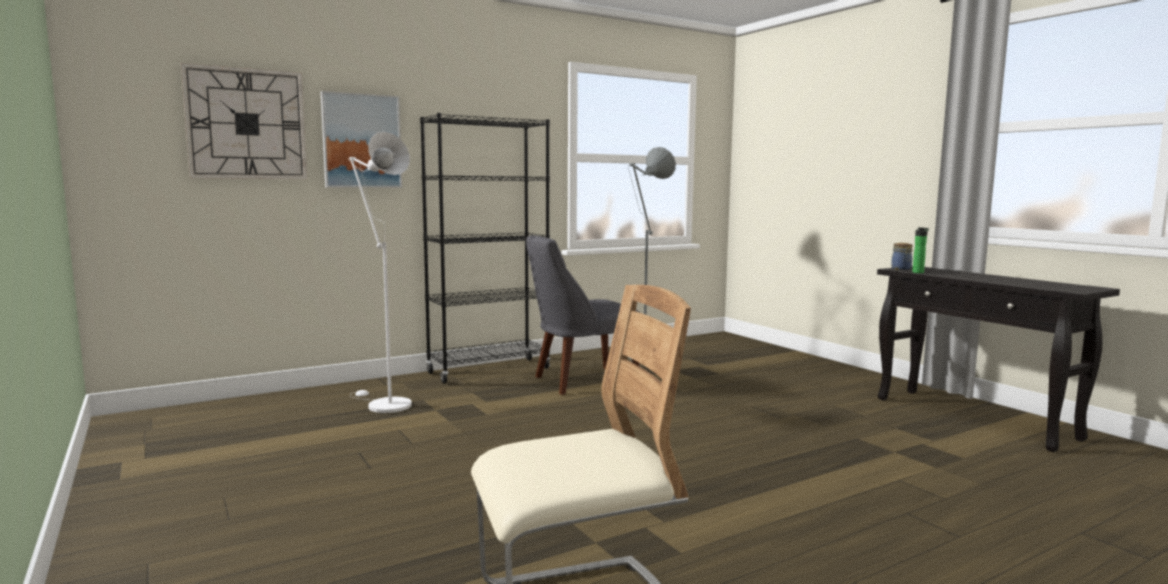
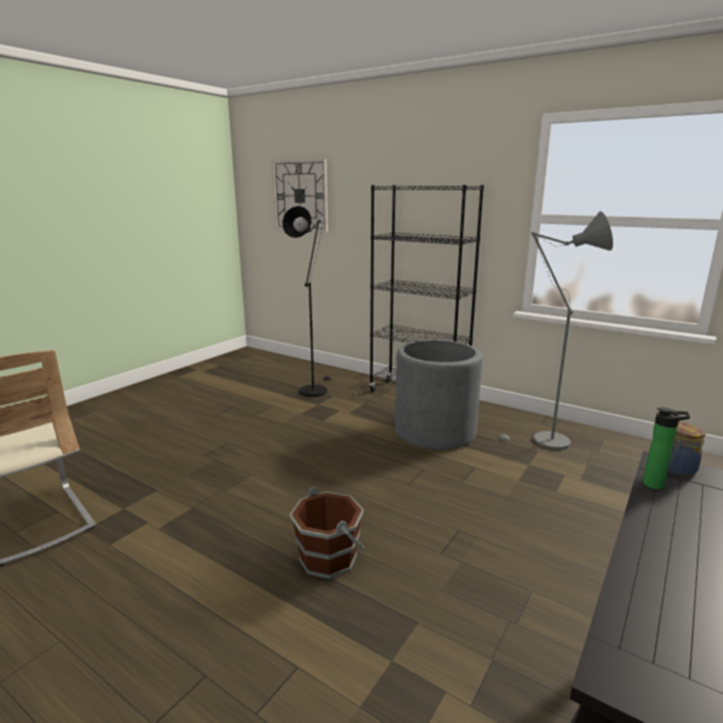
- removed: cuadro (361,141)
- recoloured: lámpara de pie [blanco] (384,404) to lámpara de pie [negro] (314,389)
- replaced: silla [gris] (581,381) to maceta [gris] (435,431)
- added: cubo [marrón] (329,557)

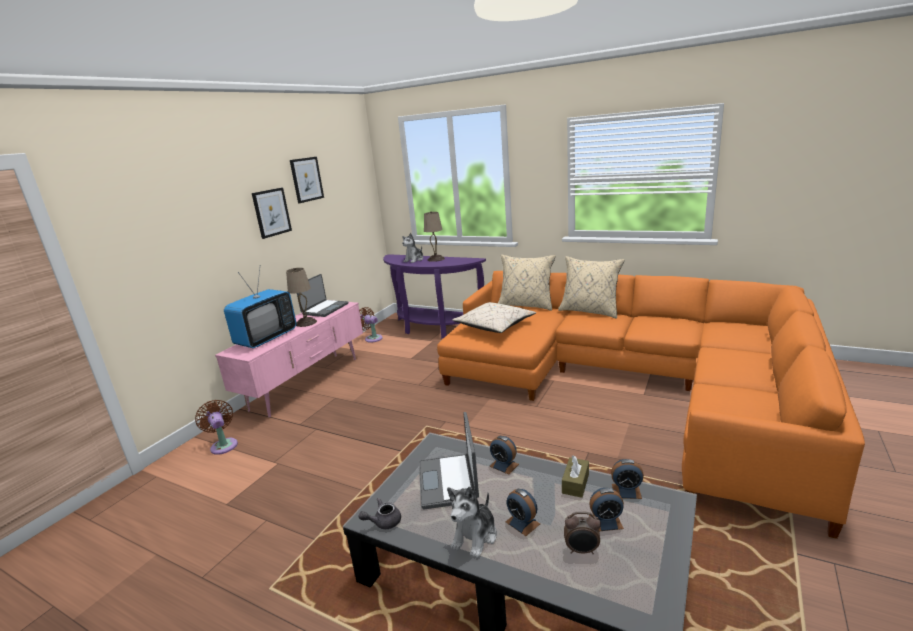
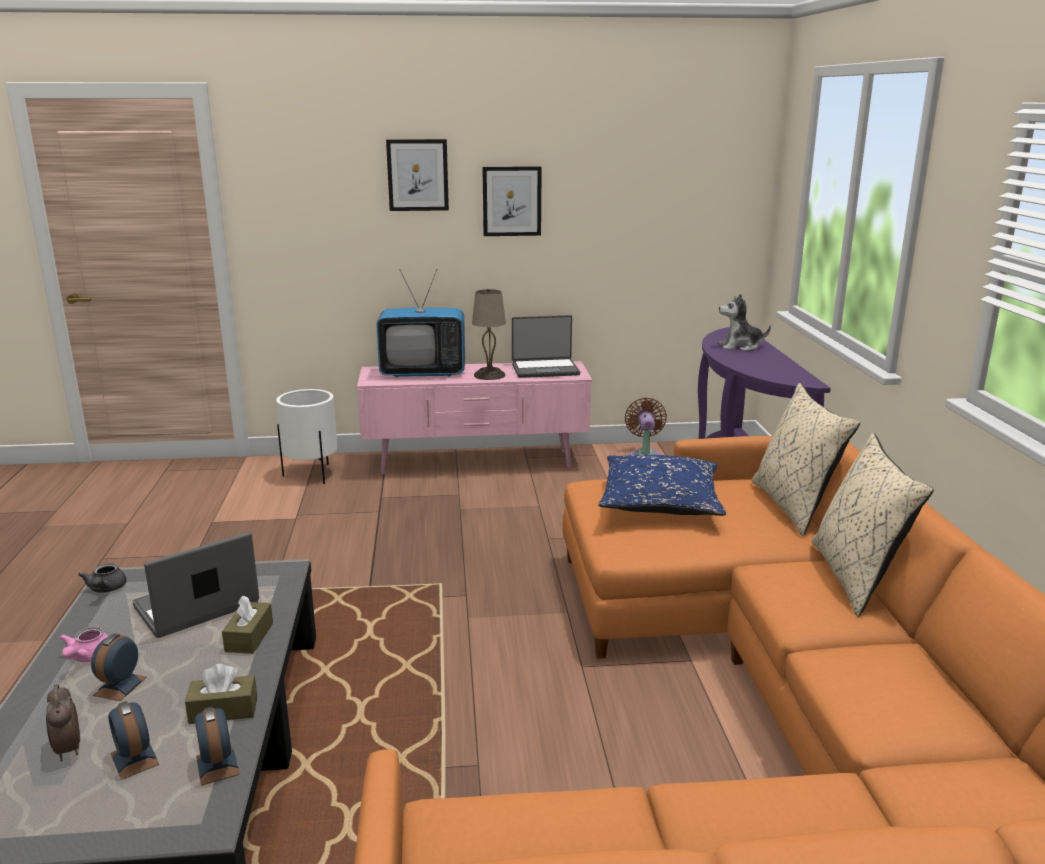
- replaced: ventilador [marrón] (223,445) to maceta [blanco] (311,474)
- moved: cuadro (306,179) to (417,175)
- turned: tetera [gris] (383,522) = (106,589) 135 degrees counterclockwise
- removed: lámpara de mesa [beis] (436,259)
- replaced: peluche (475,536) to tetera [rosa] (87,657)
- recoloured: cojín [beis] (494,326) to cojín [azul] (660,502)
- replaced: despertador (504,465) to caja de pañuelos [marrón] (249,637)

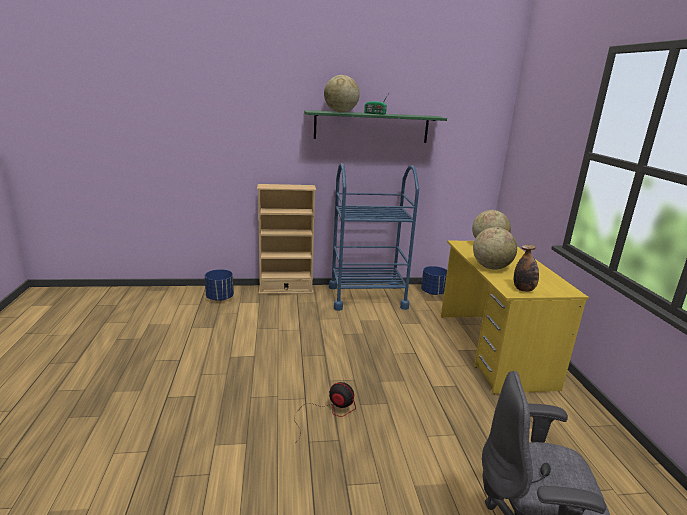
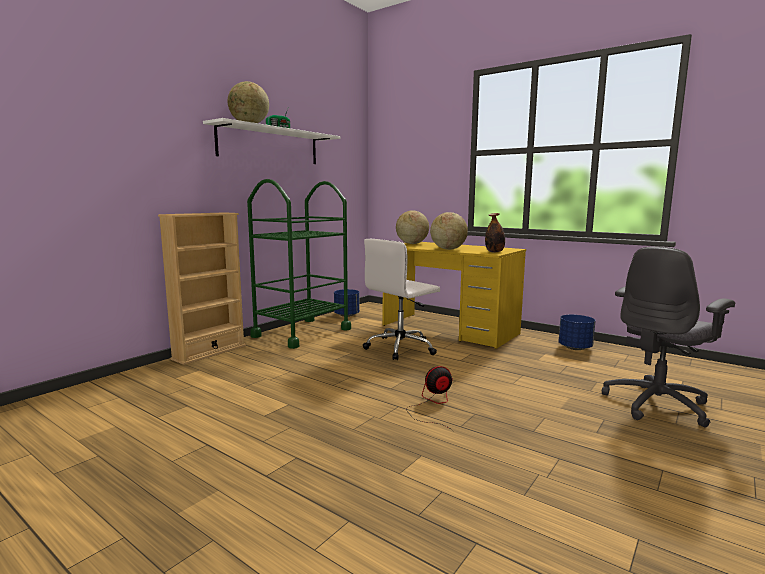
- moved: maceta [azul] (220,298) to (575,348)
- recoloured: estante [verde] (371,127) to estante [blanco] (270,145)
- recoloured: carrito [azul] (367,297) to carrito [verde] (302,333)
- added: silla de oficina [blanco] (401,348)

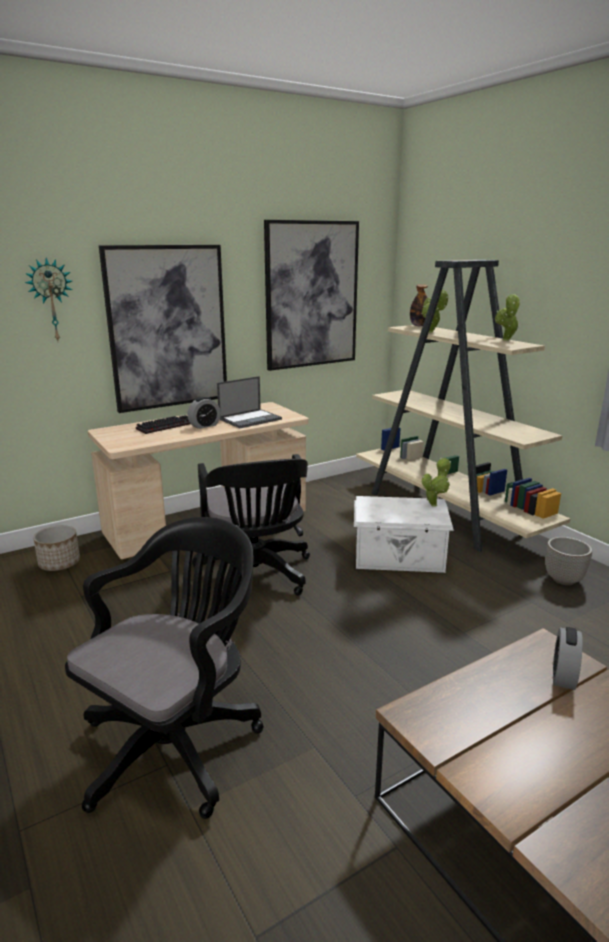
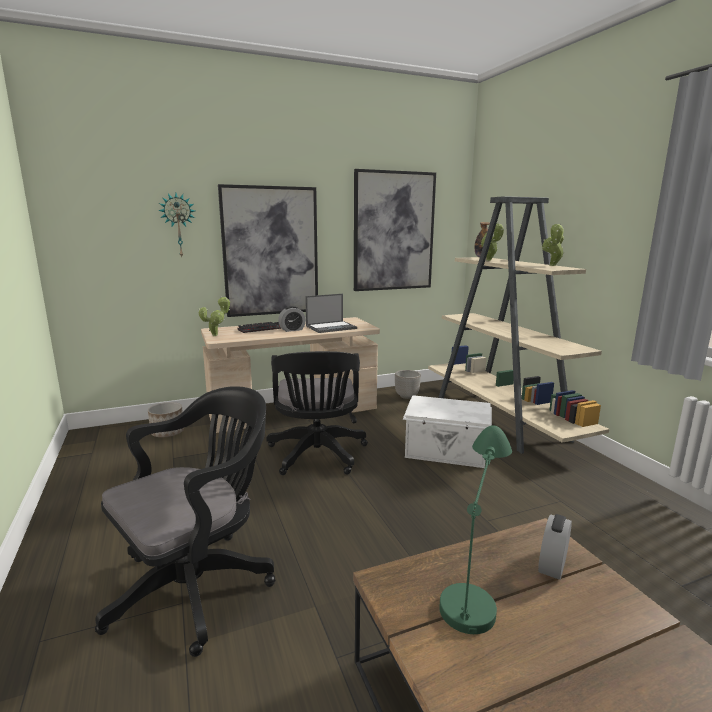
- moved: planta en maceta (434,504) to (217,335)
- moved: maceta (563,579) to (407,396)
- added: lámpara de mesa [verde] (474,577)

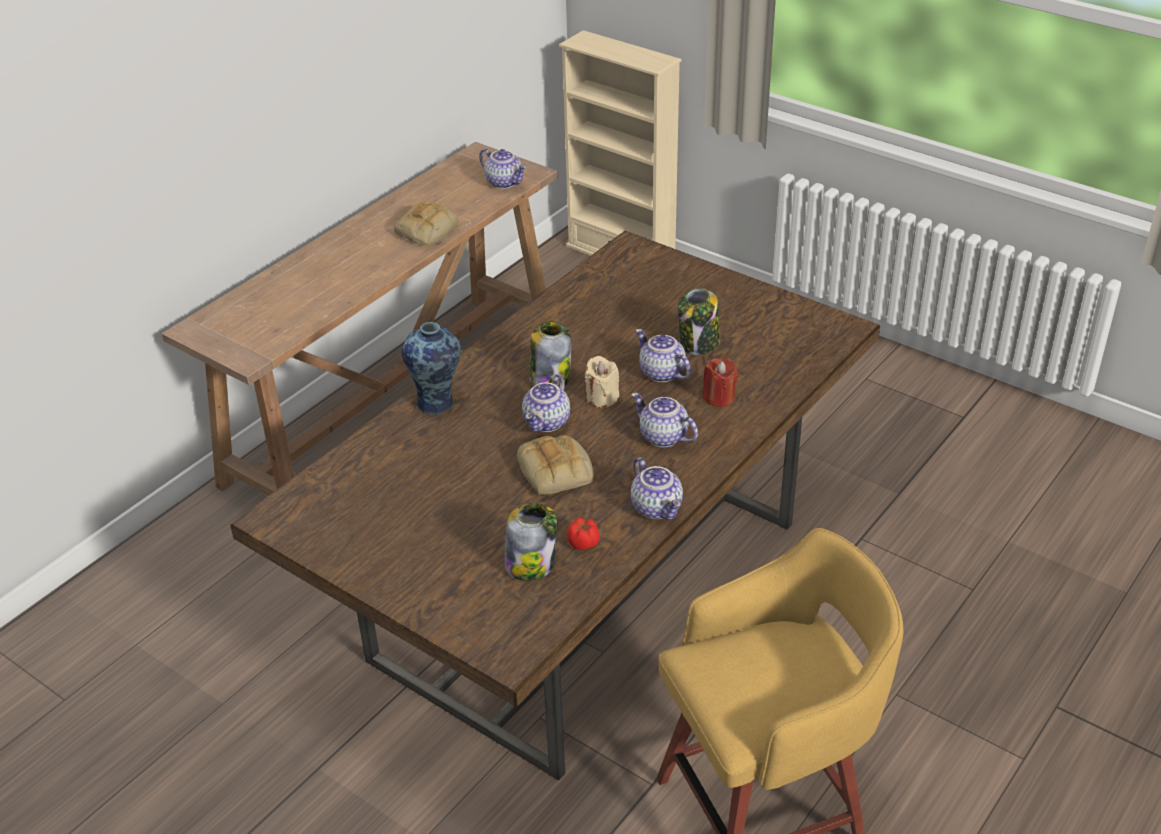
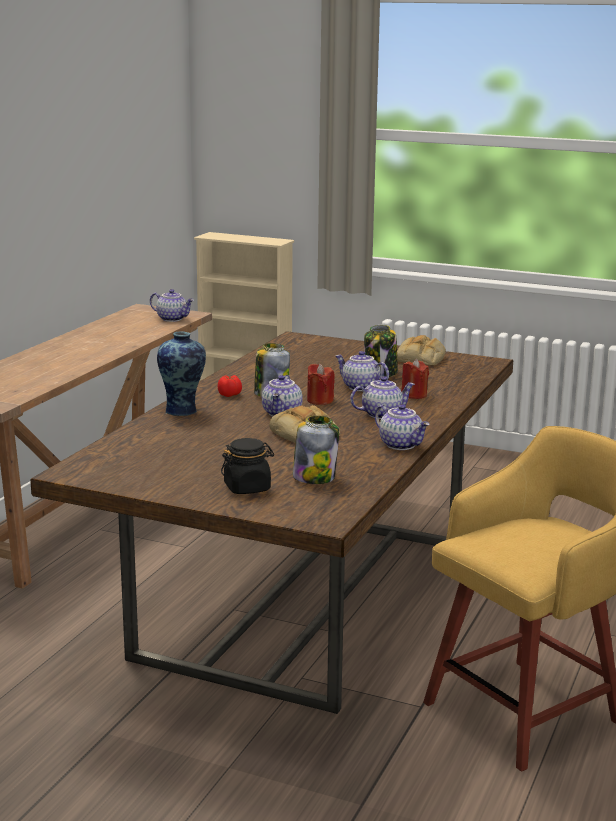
- moved: pan (427,230) to (421,359)
- moved: tomate (584,543) to (230,395)
- recoloured: vela [beis] (602,398) to vela [rojo] (320,400)
- turned: tetera (662,437) = (382,414) 135 degrees clockwise
- added: tarro [negro] (247,488)

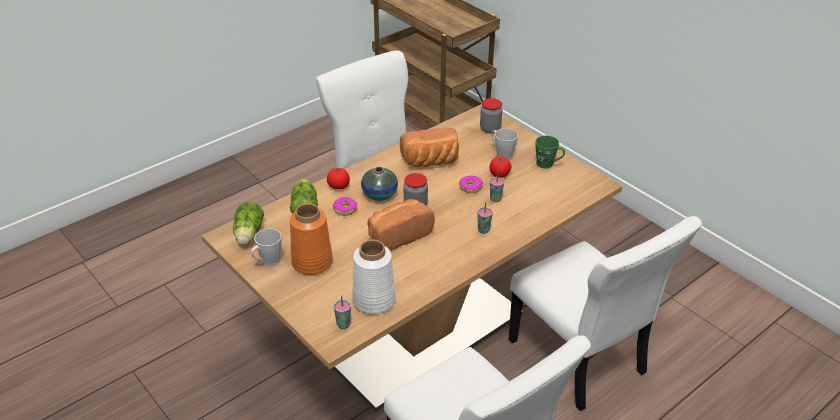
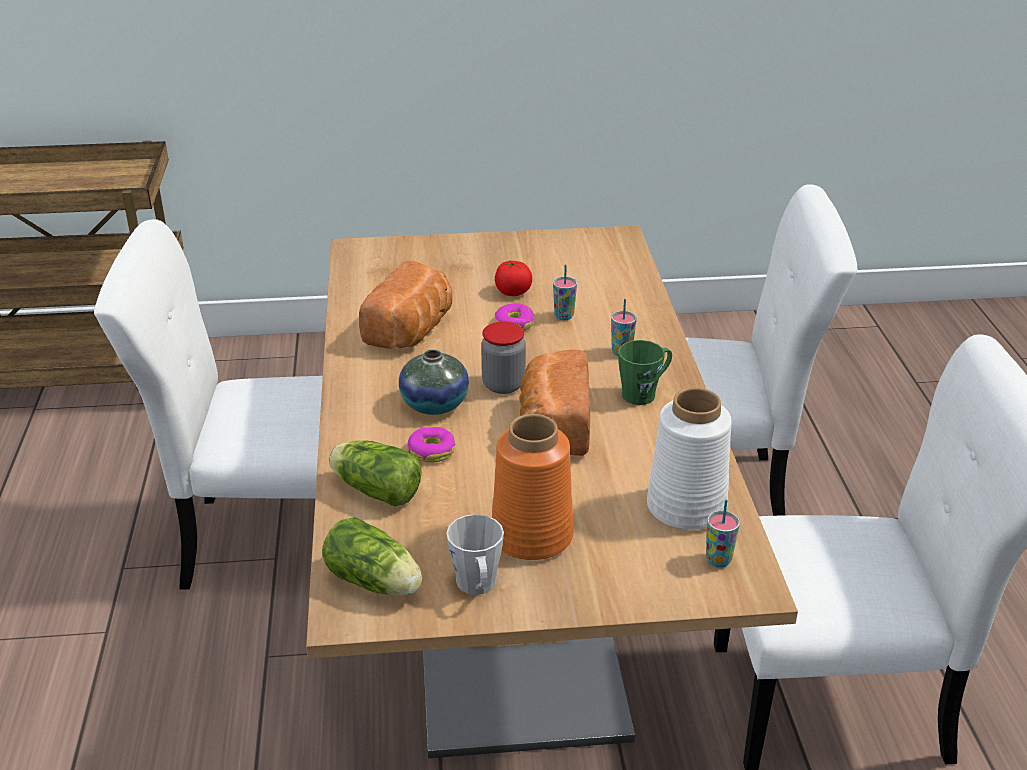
- removed: tomate (338,186)
- removed: tarro (490,129)
- removed: taza grande [gris] (502,154)
- moved: taza grande [verde] (548,164) to (644,393)

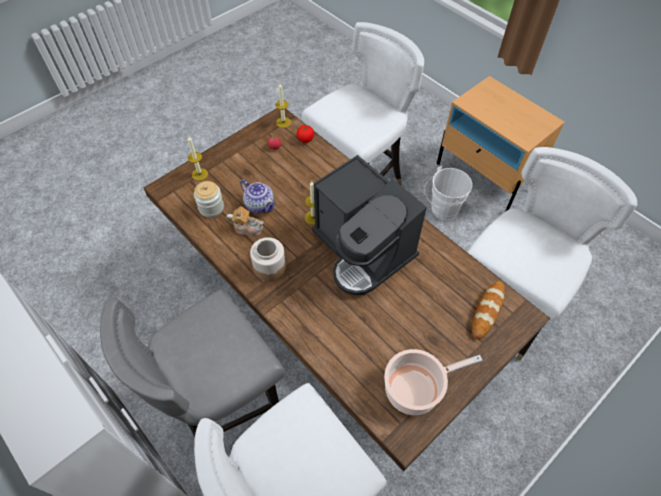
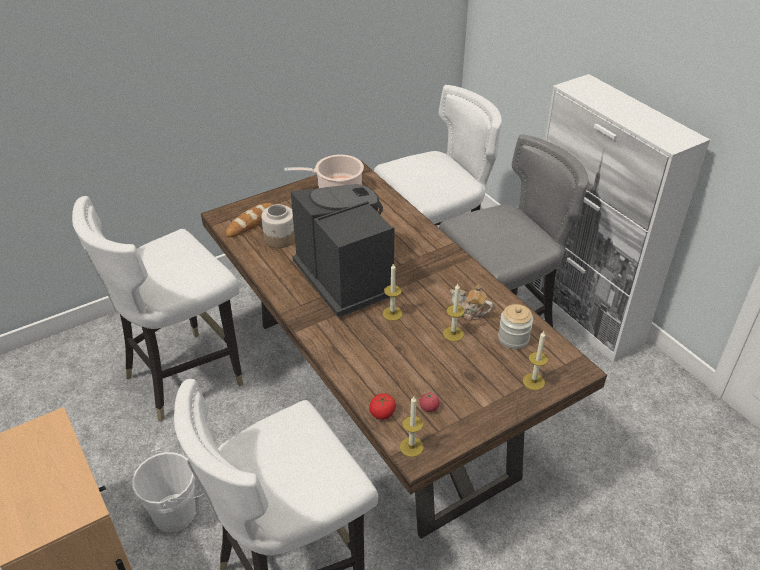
- replaced: tetera (260,205) to vela (453,334)
- moved: tarro (269,267) to (280,239)

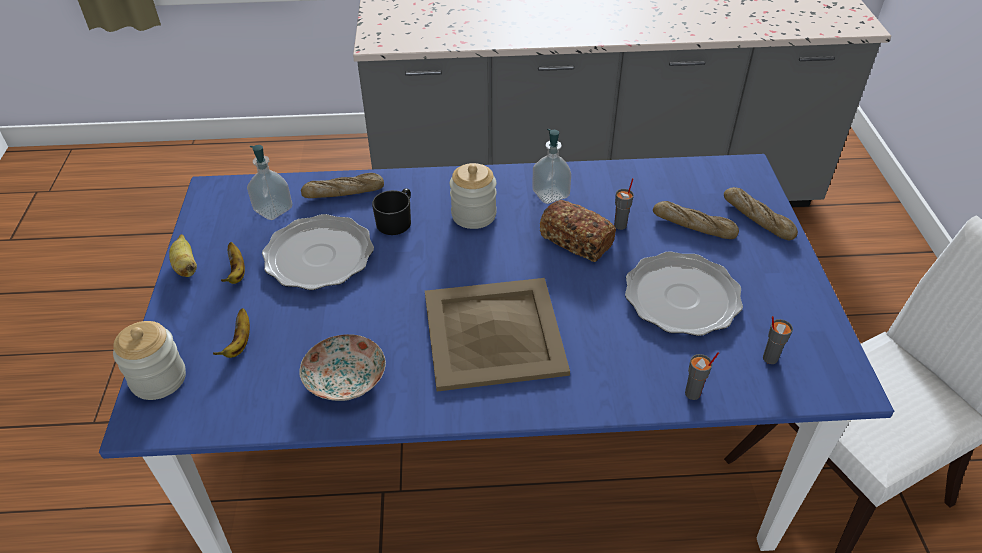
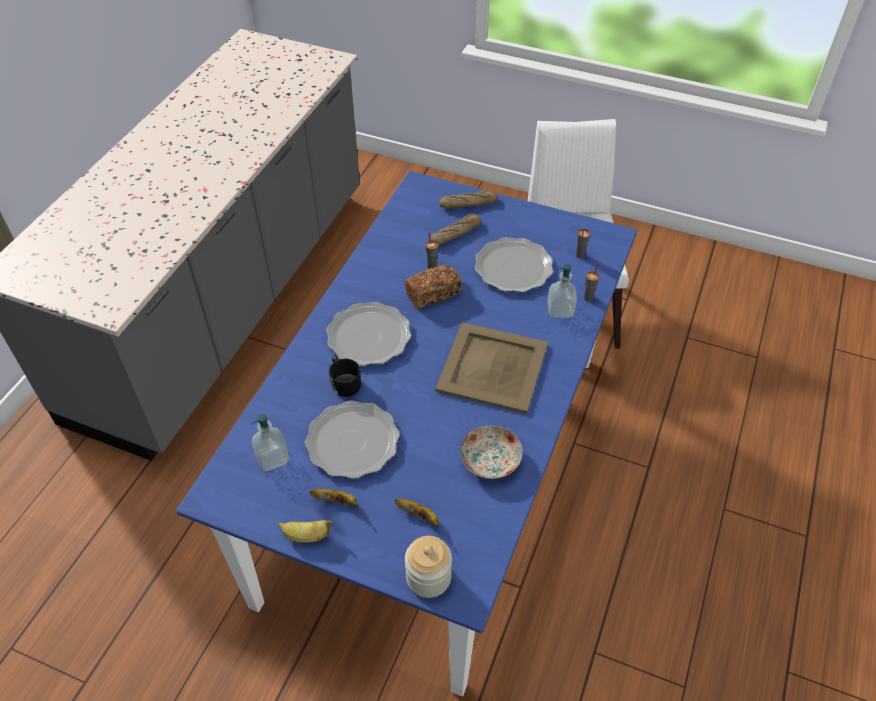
- removed: pan (343,192)
- replaced: tarro (473,215) to plato (369,336)
- moved: dispensador de jabón (550,194) to (560,310)

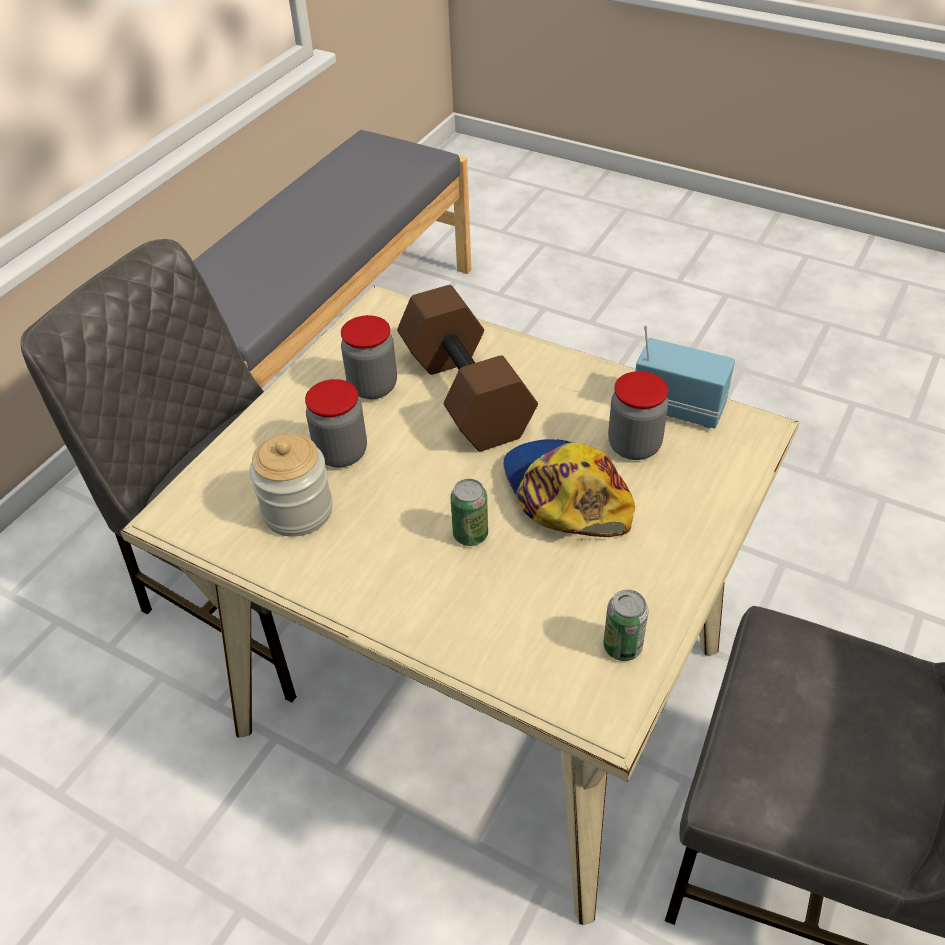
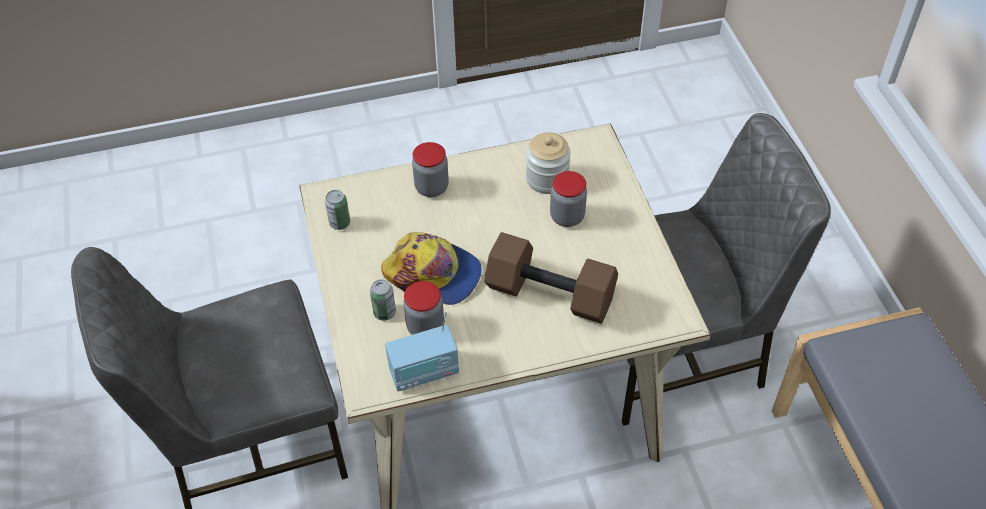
- moved: tarro (373,387) to (431,187)
- moved: lata (470,535) to (384,312)

